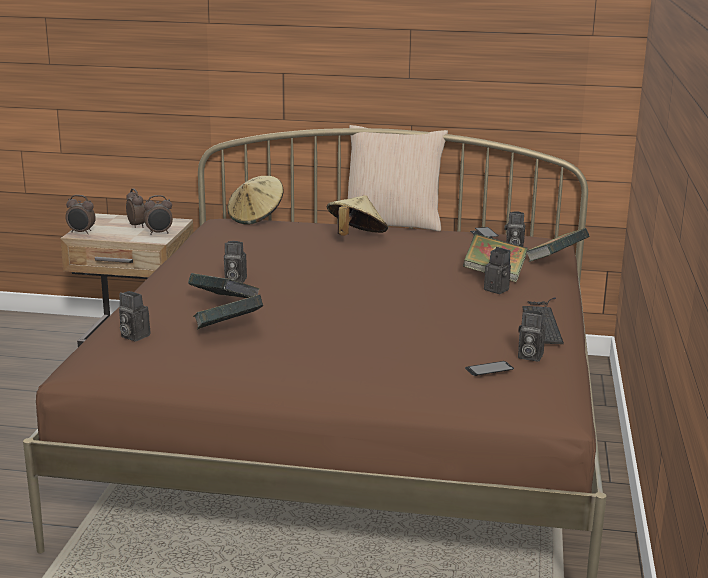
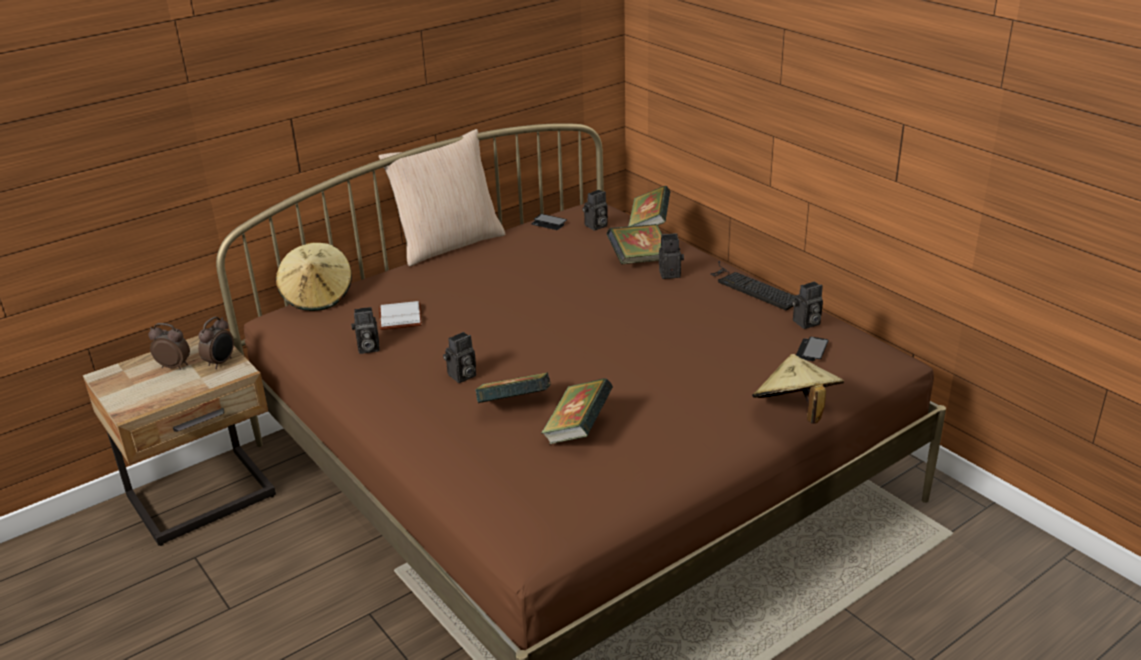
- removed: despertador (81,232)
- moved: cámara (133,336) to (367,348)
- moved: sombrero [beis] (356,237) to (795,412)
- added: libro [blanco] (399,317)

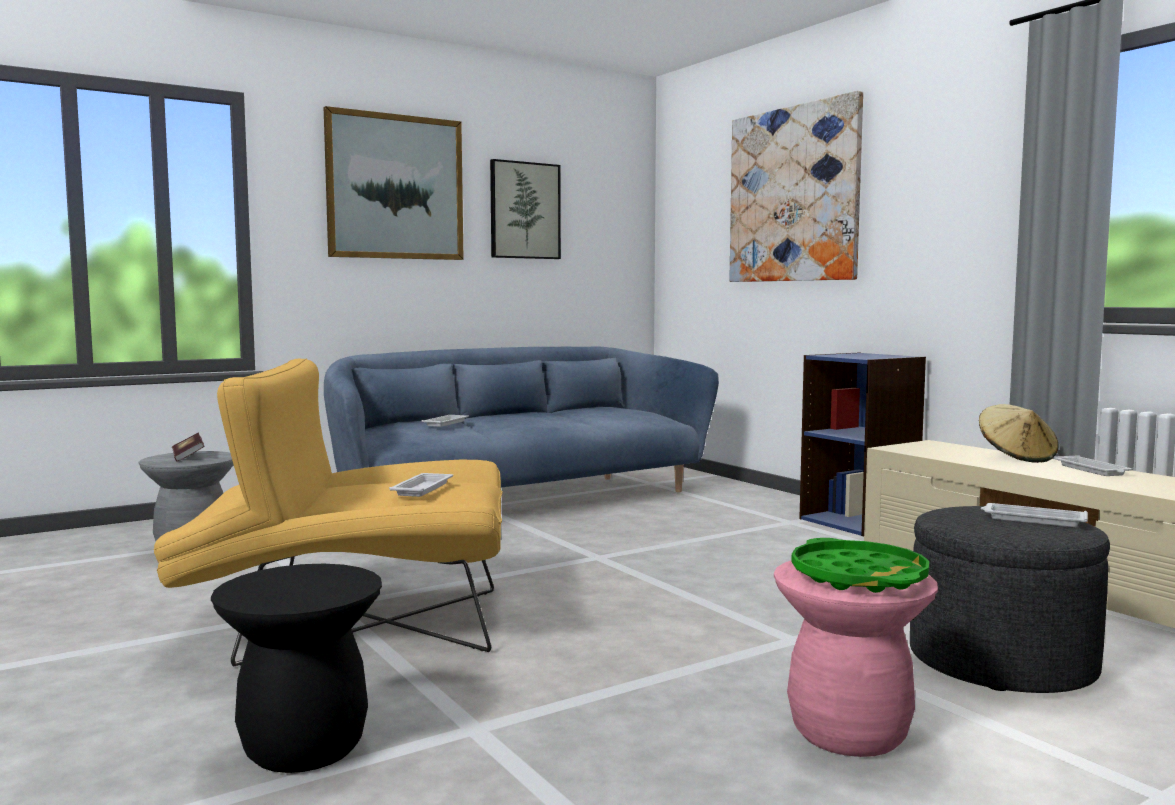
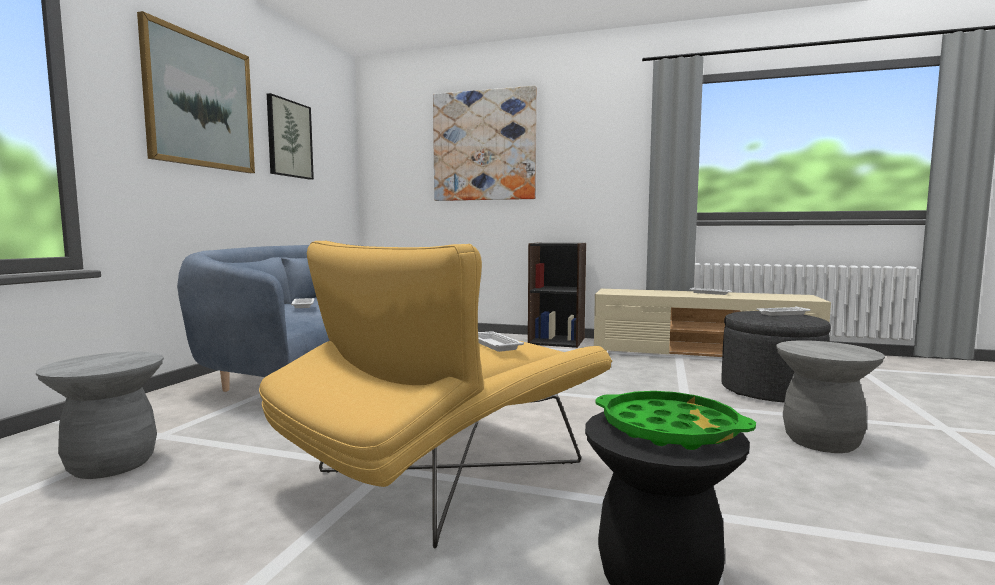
- removed: libro (188,457)
- recoloured: taburete [rosa] (848,733) to taburete [gris] (821,441)
- moved: bandeja [verde] (858,577) to (669,429)
- recoloured: estantería [azul] (859,521) to estantería [negro] (557,341)
- removed: sombrero [beis] (1016,457)

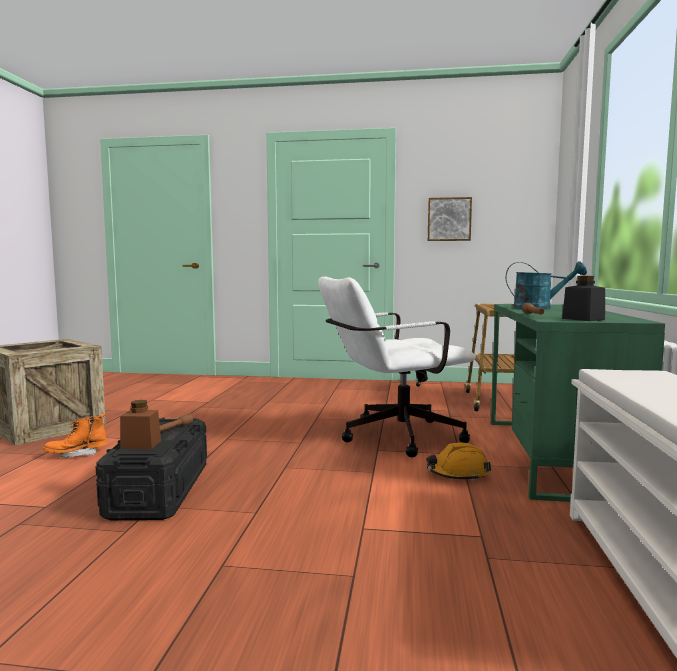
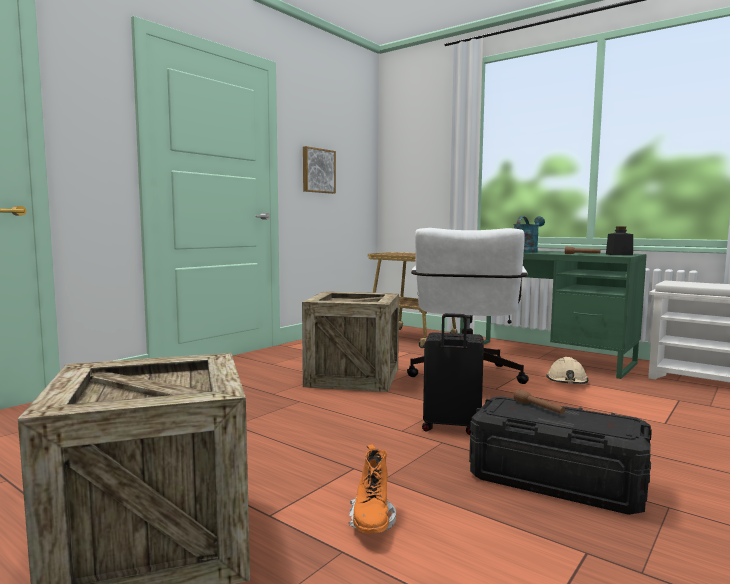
- removed: tarro [marrón] (141,444)
- recoloured: casco [naranja] (458,474) to casco [beis] (567,382)
- added: caja de embalaje (353,377)
- added: maleta [negro] (451,427)

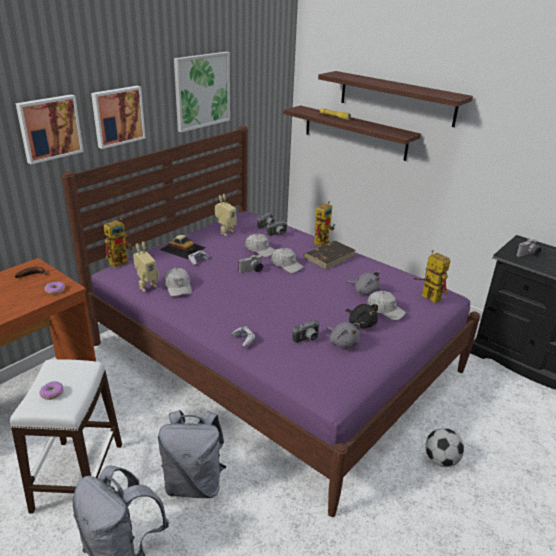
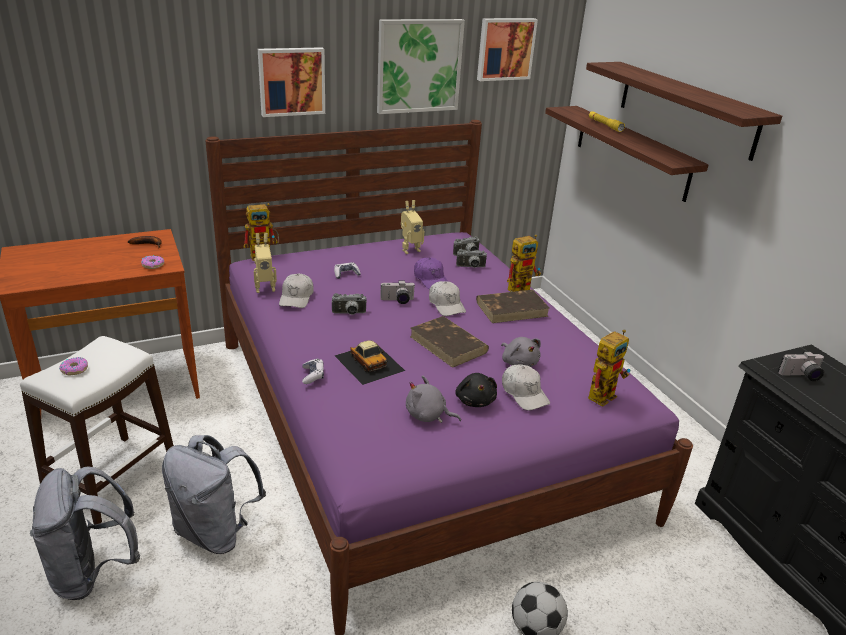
- moved: cuadro (49,128) to (505,49)
- moved: coche de juguete (182,248) to (369,362)
- recoloured: gorra [blanco] (260,250) to gorra [morado] (431,279)
- moved: cámara (307,340) to (349,314)
- turned: peluche [gris] (343,342) = (428,415) 120 degrees clockwise
- turned: robot de juguete (426,296) = (603,393) 60 degrees clockwise
- added: libro [marrón] (449,345)

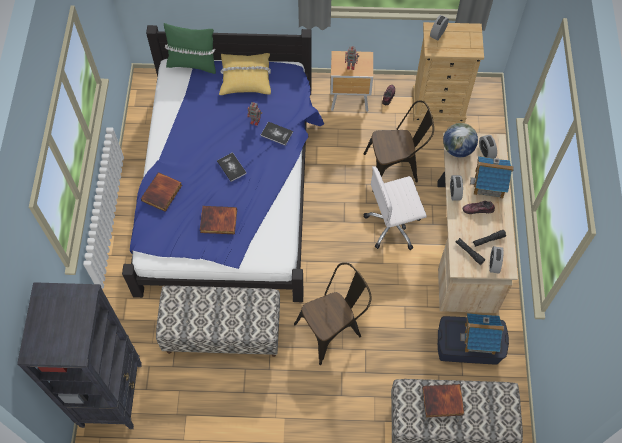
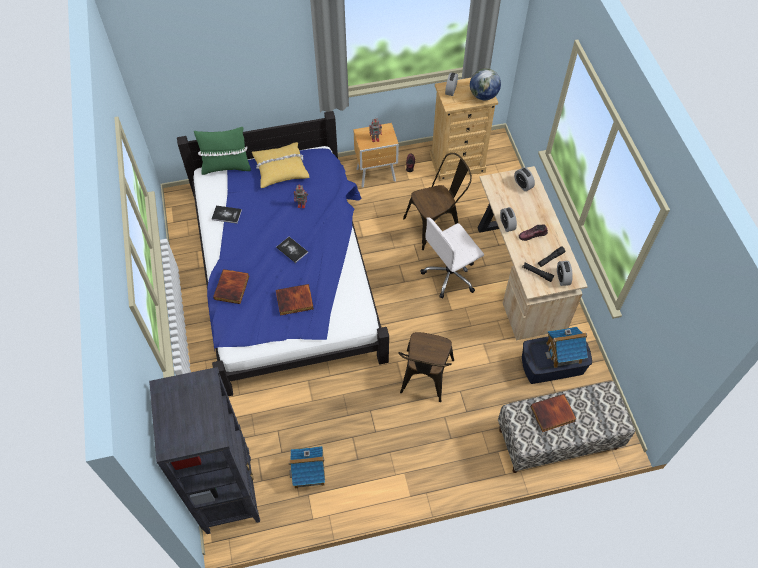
- removed: banco (223,332)
- moved: libro (276,134) to (226,215)
- turned: silla [marrón] (333,329) = (424,380) 150 degrees clockwise
- moved: globo terráqueo (457,149) to (483,96)
- moved: casita (489,183) to (309,472)

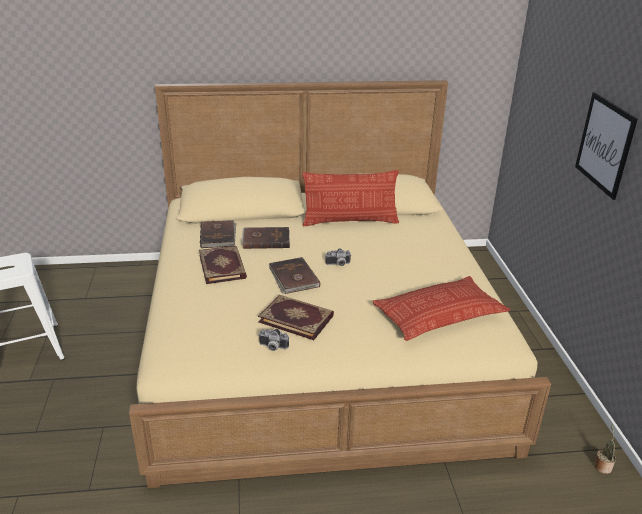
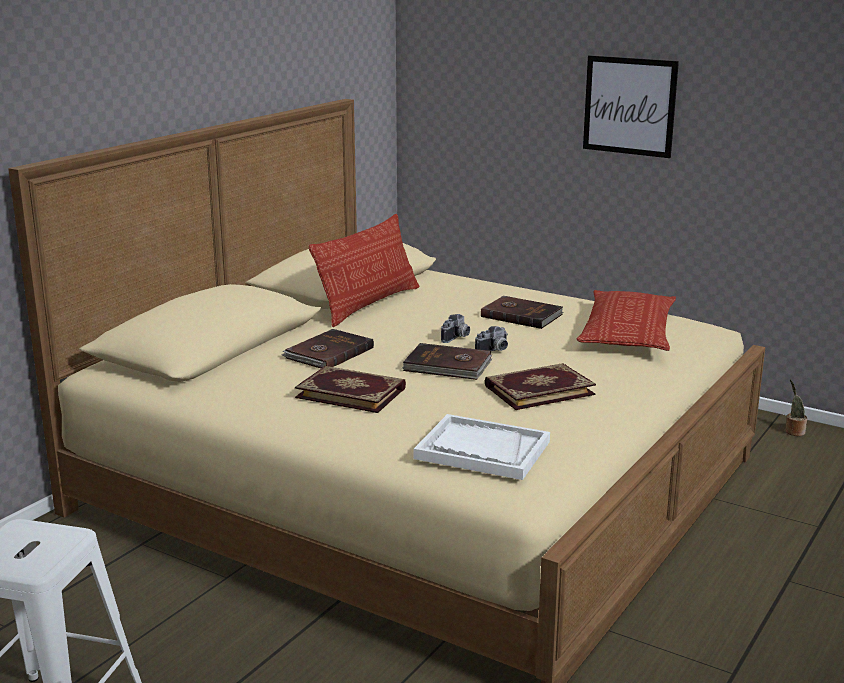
- moved: libro [marrón] (218,236) to (521,315)
- moved: cámara (272,347) to (494,351)
- added: bandeja [blanco] (482,450)

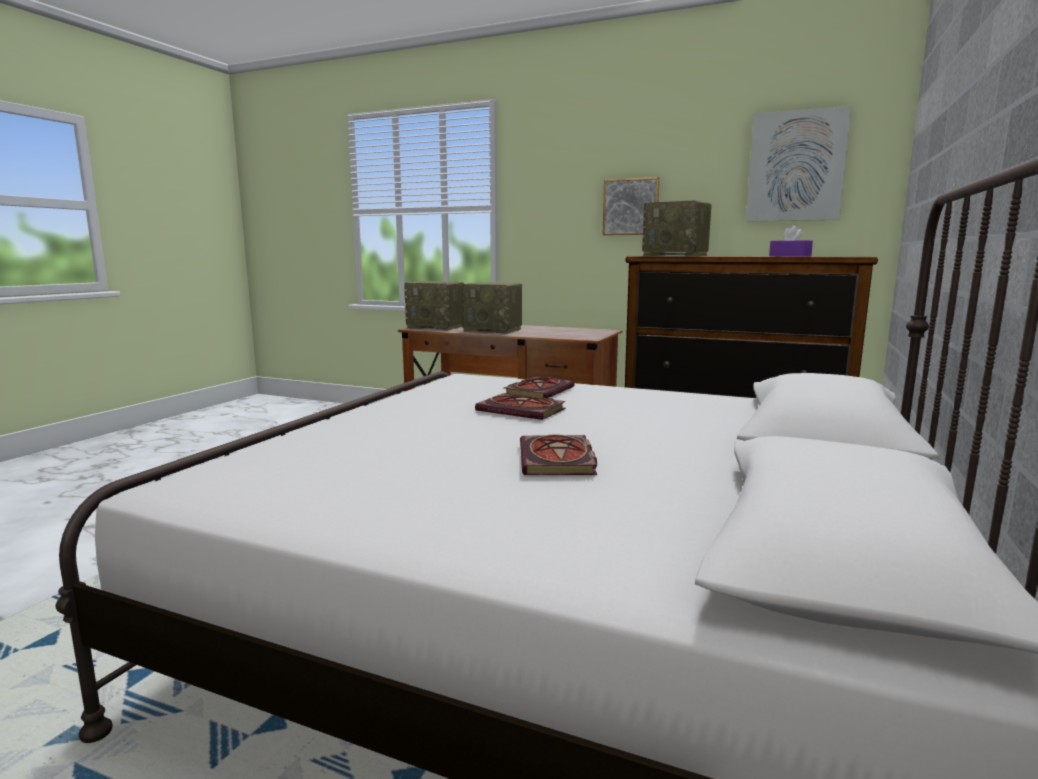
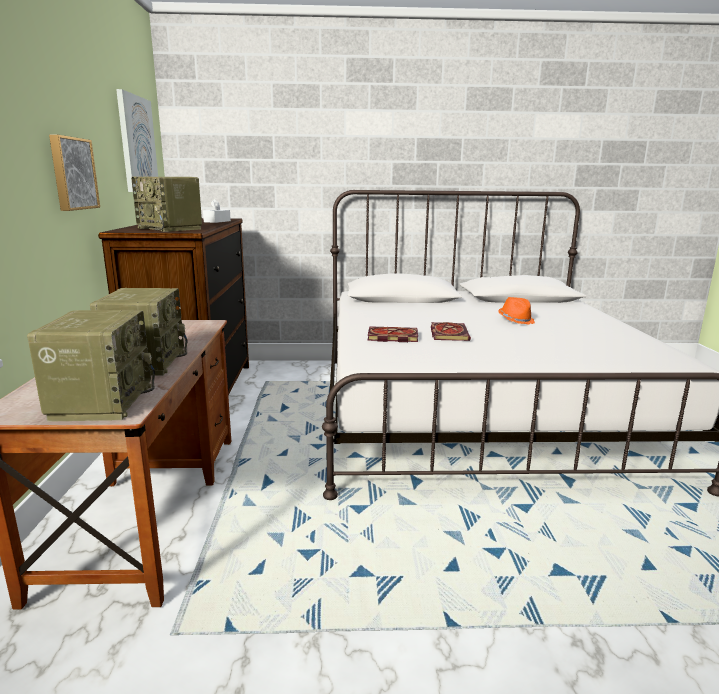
- replaced: libro (558,460) to sombrero [naranja] (516,320)
- turned: radio (676,255) = (171,229) 120 degrees clockwise
- recoloured: caja de pañuelos [morado] (790,256) to caja de pañuelos [blanco] (217,221)

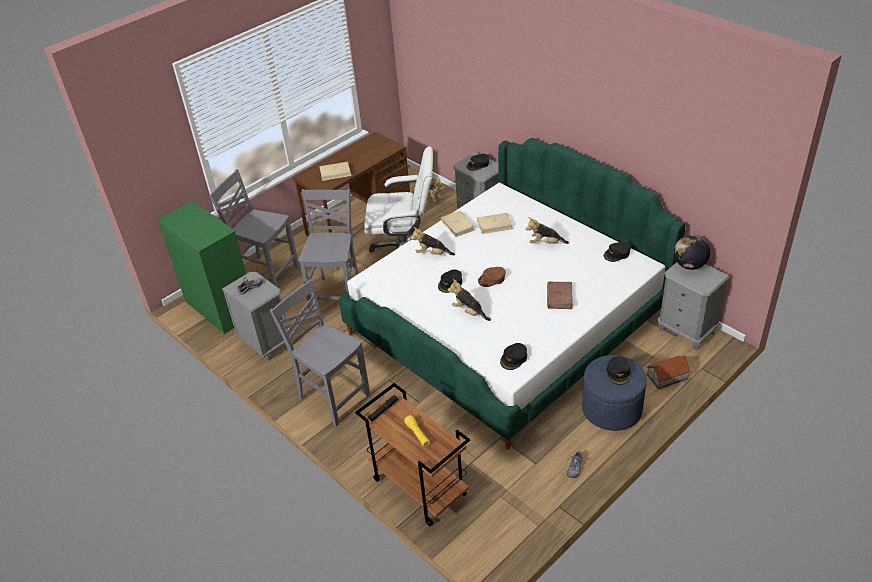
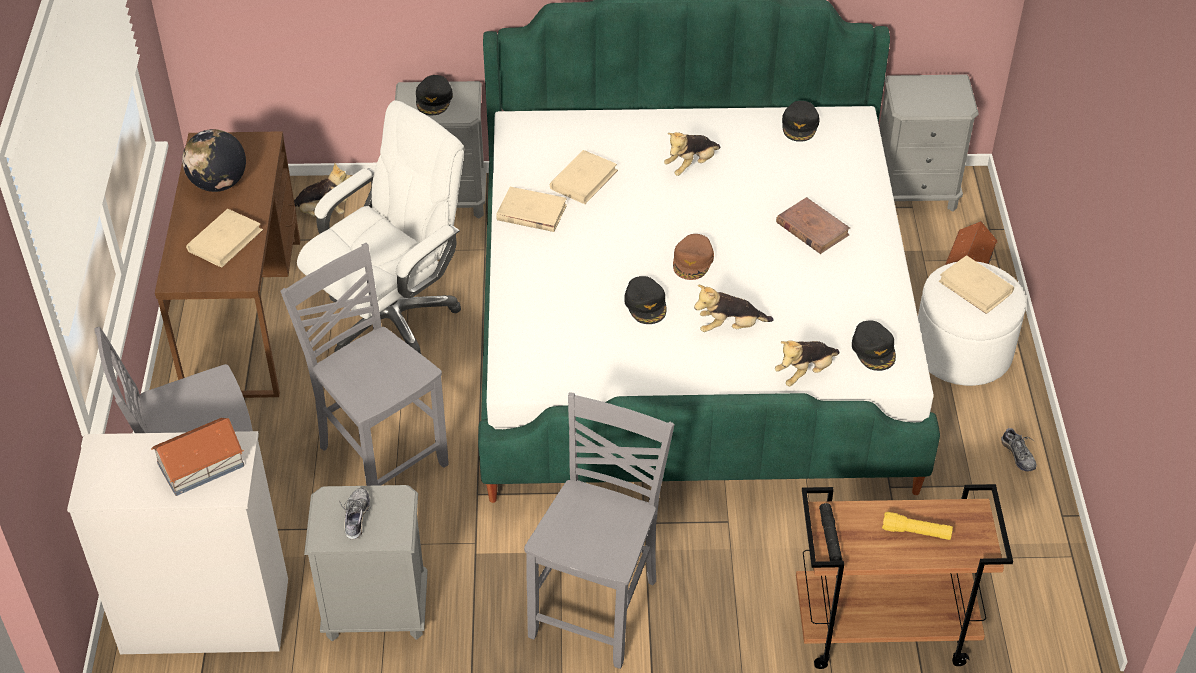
- recoloured: cómoda [verde] (220,307) to cómoda [blanco] (203,616)
- turned: silla [gris] (332,396) = (598,608) 120 degrees clockwise
- moved: peluche (432,254) to (805,373)
- recoloured: puf [azul] (611,409) to puf [blanco] (962,351)
- replaced: gorra [negro] (618,373) to libro [beis] (976,287)
- moved: globo terráqueo (689,265) to (218,183)
- added: casita (200,465)

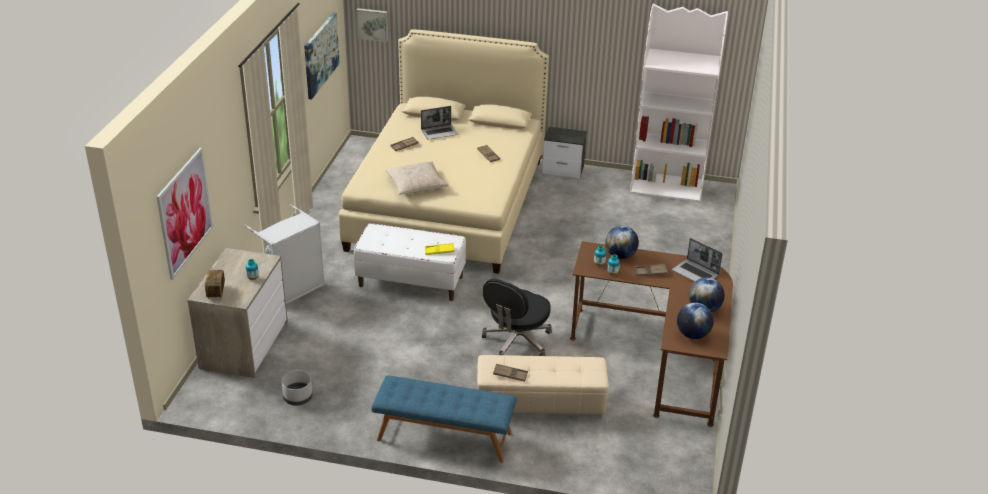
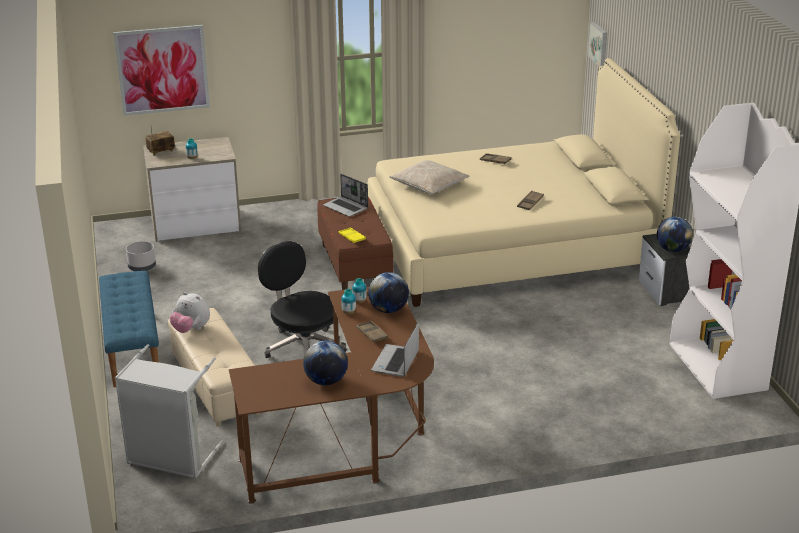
- moved: cesto de la ropa [gris] (292,290) to (171,459)
- removed: cuadro (321,55)
- recoloured: banco [blanco] (411,281) to banco [marrón] (355,267)
- moved: portátil (439,132) to (346,207)
- turned: silla de oficina [negro] (516,343) = (303,347) 45 degrees clockwise
- replaced: bandeja [marrón] (510,375) to peluche (191,329)
- moved: globo terráqueo (693,335) to (673,250)

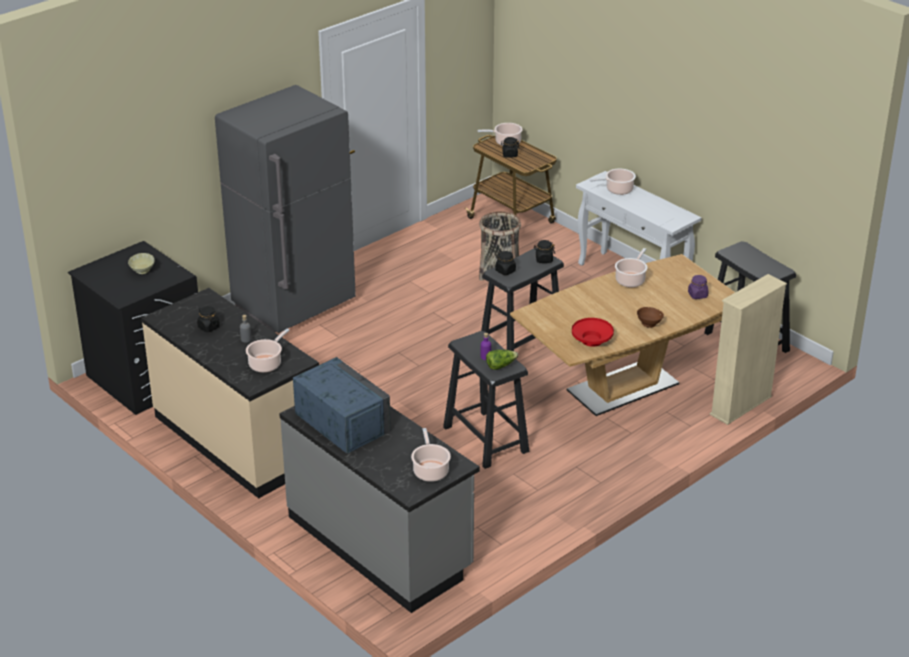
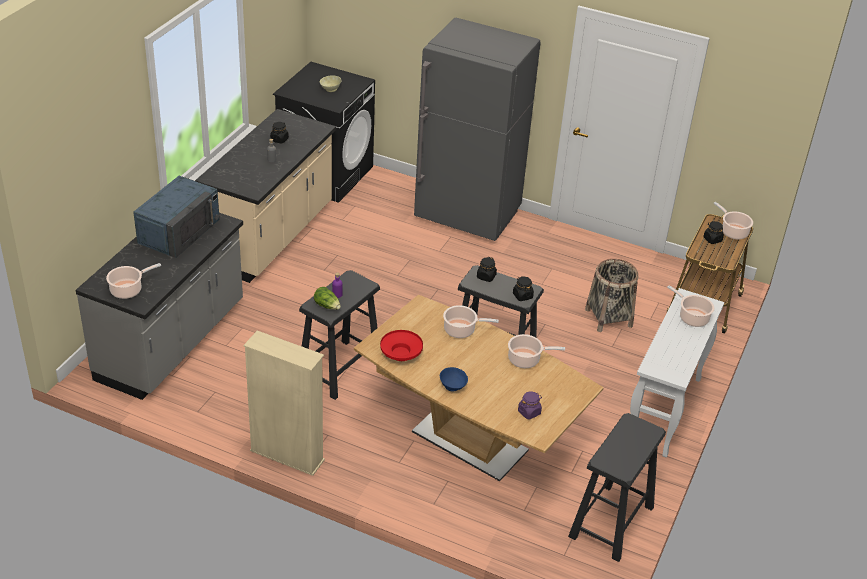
- moved: olla (266,363) to (461,330)
- recoloured: cuenco [marrón] (649,324) to cuenco [azul] (452,387)
- moved: estantería [beis] (741,406) to (287,455)

